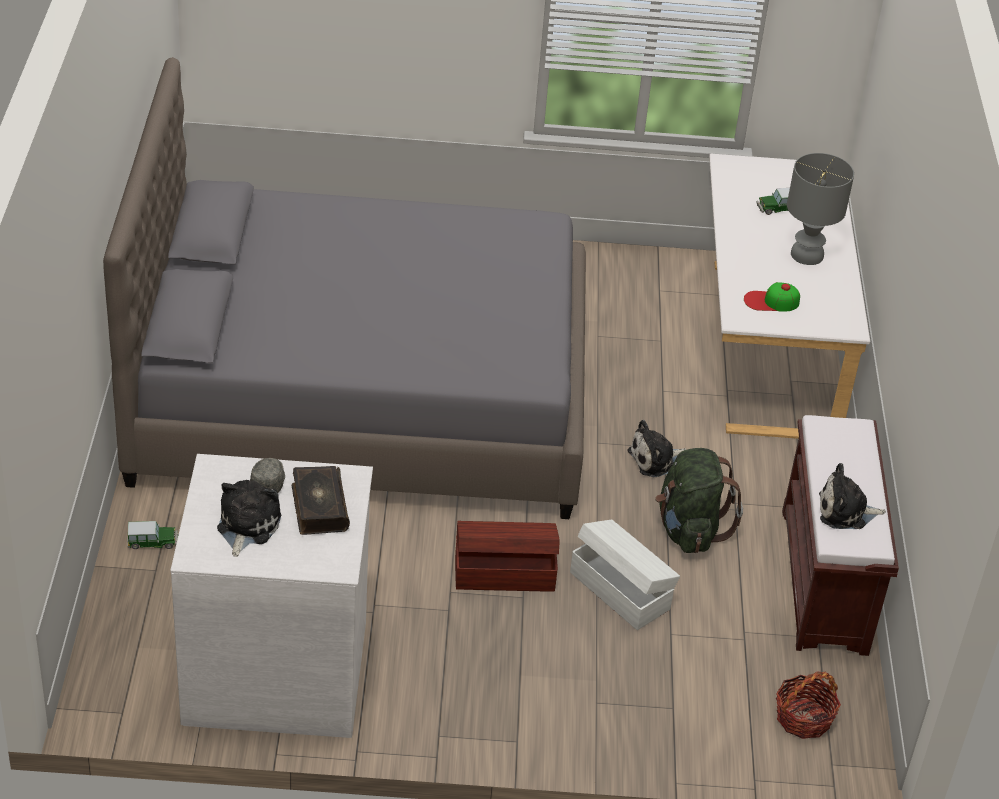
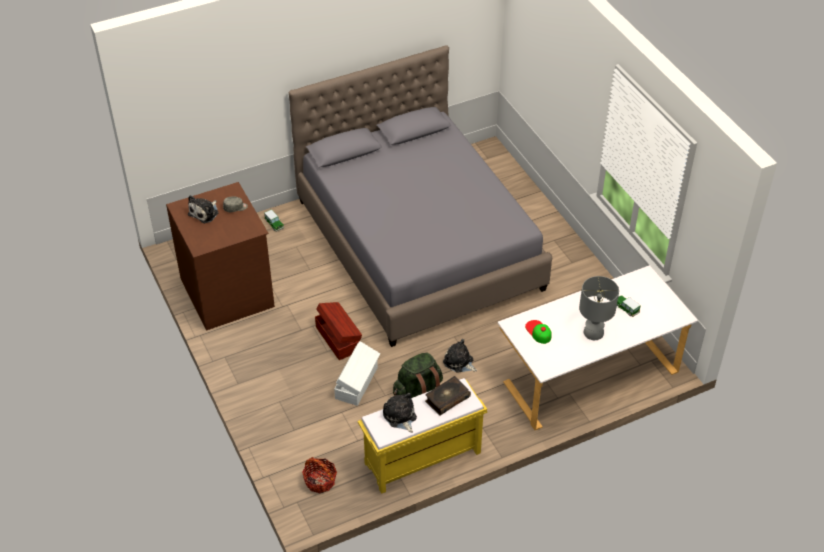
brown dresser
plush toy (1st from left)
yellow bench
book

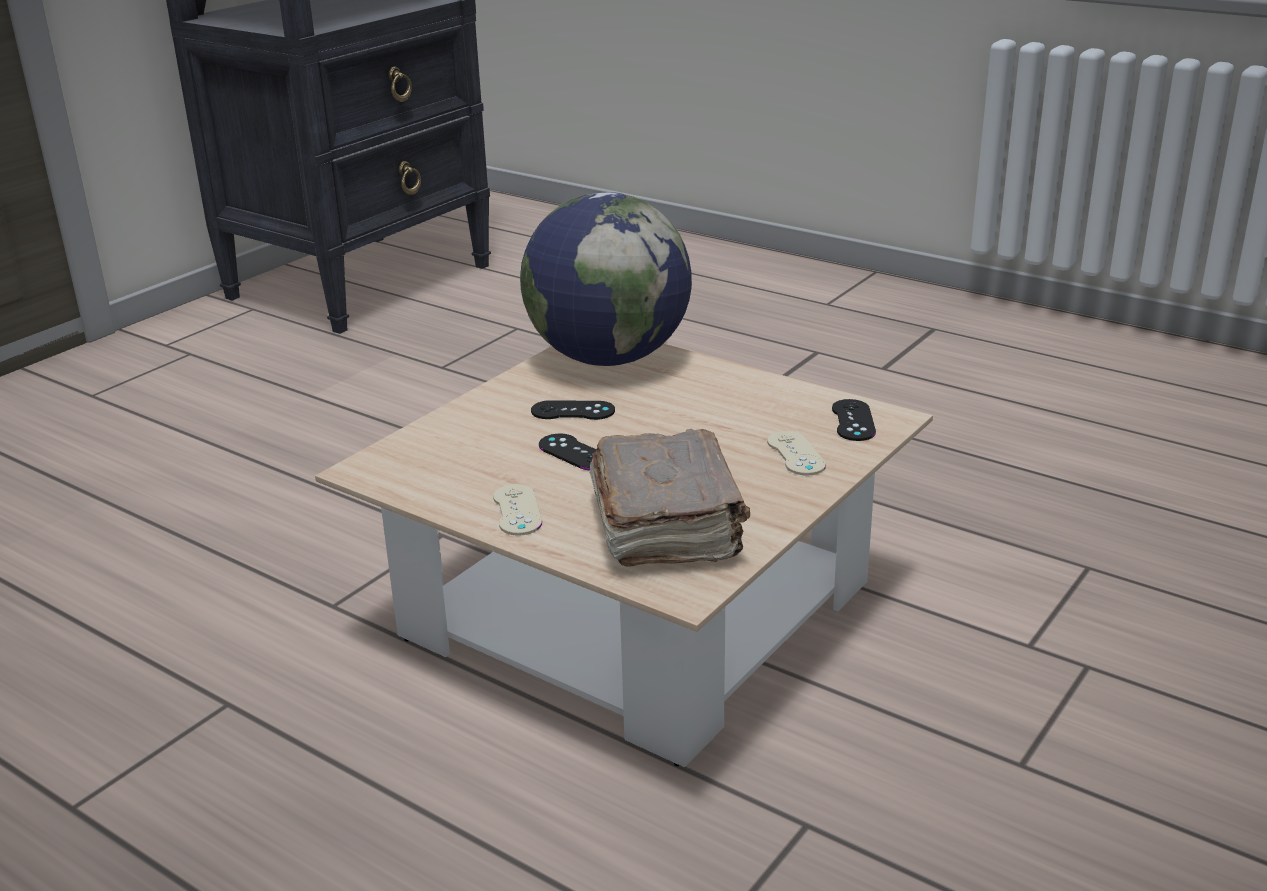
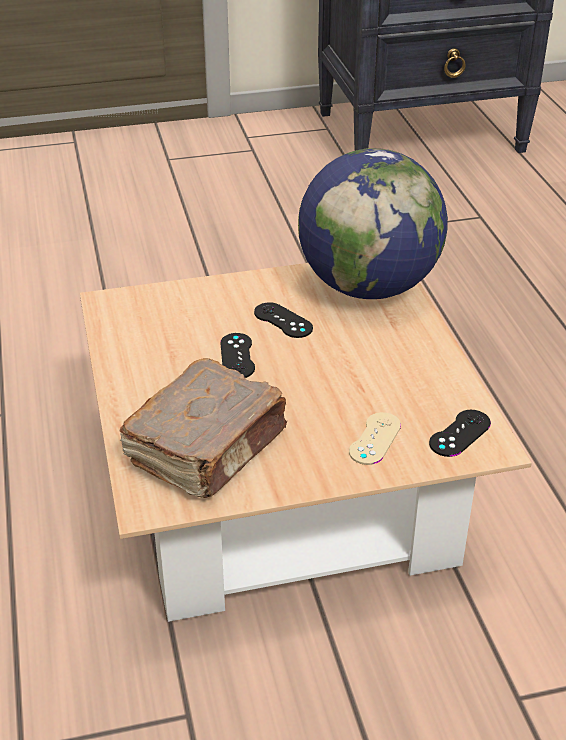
beige game controller (1st from left in the first image)

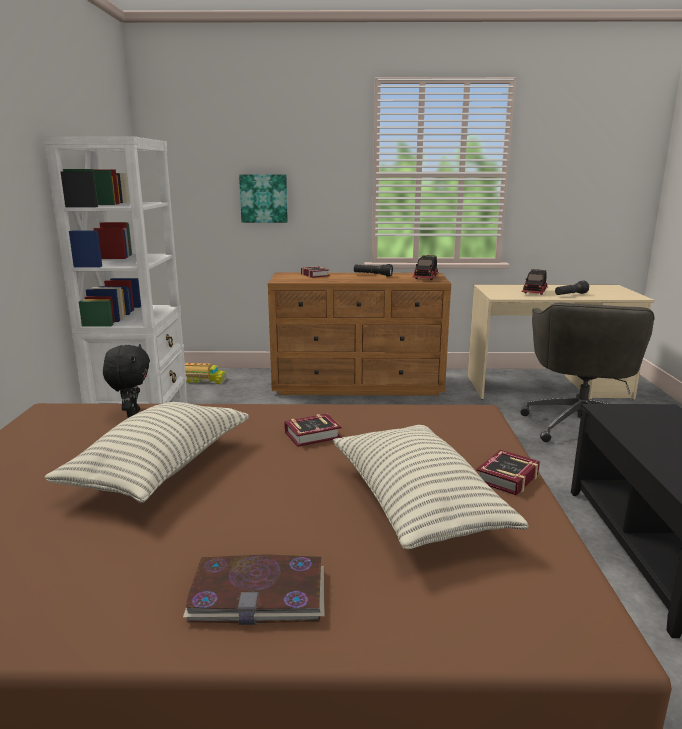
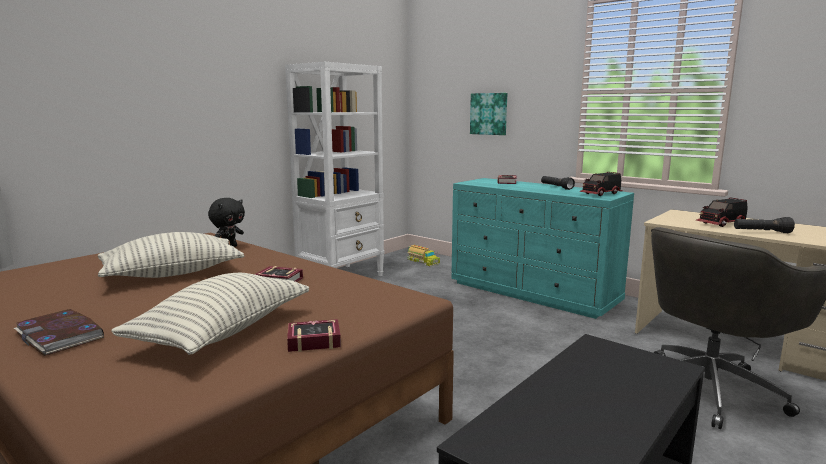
turquoise dresser

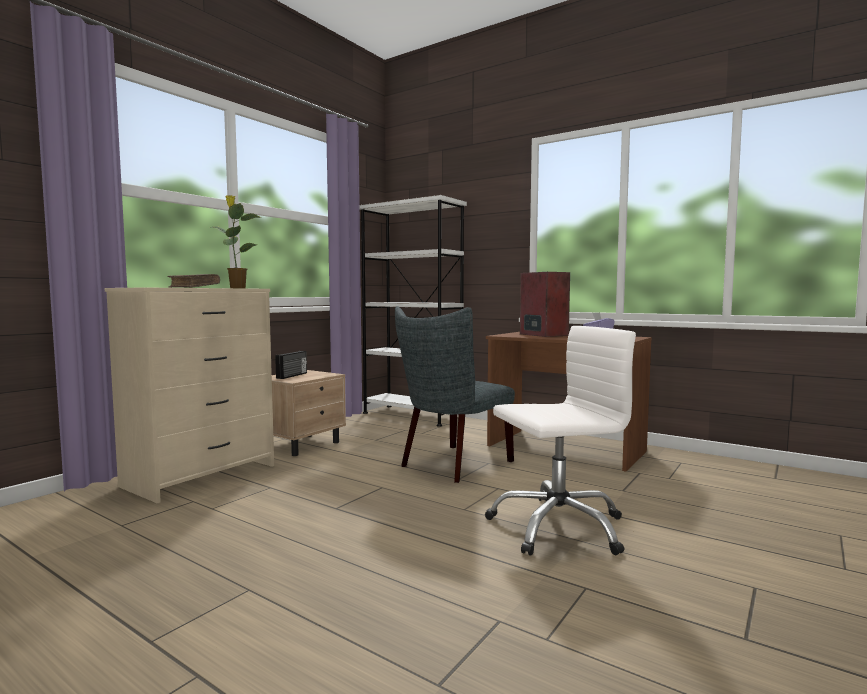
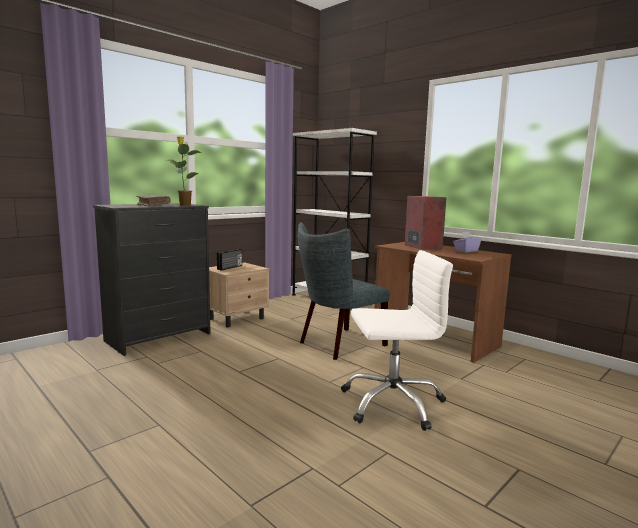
black dresser

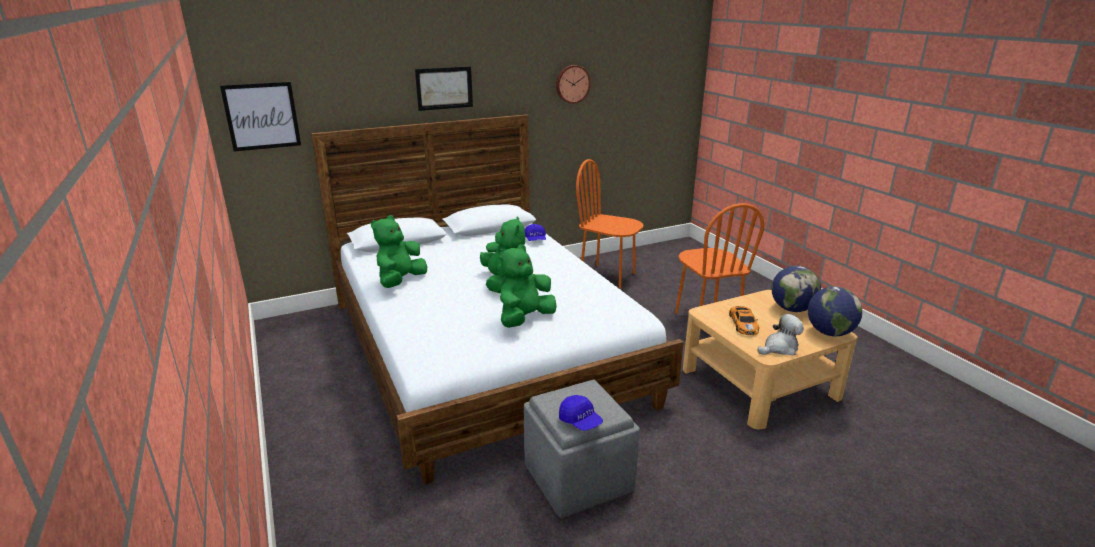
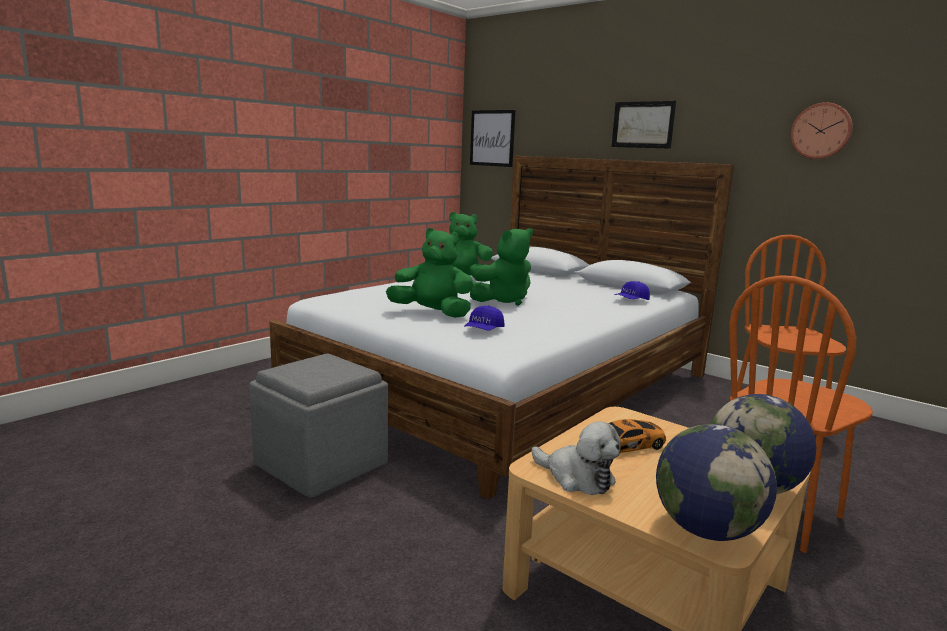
blue cap (1st from left)

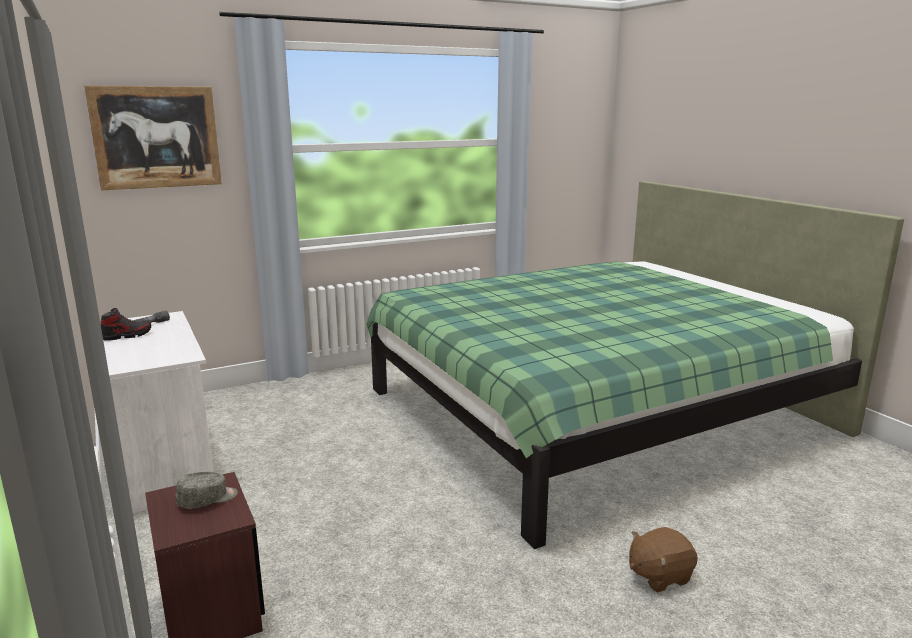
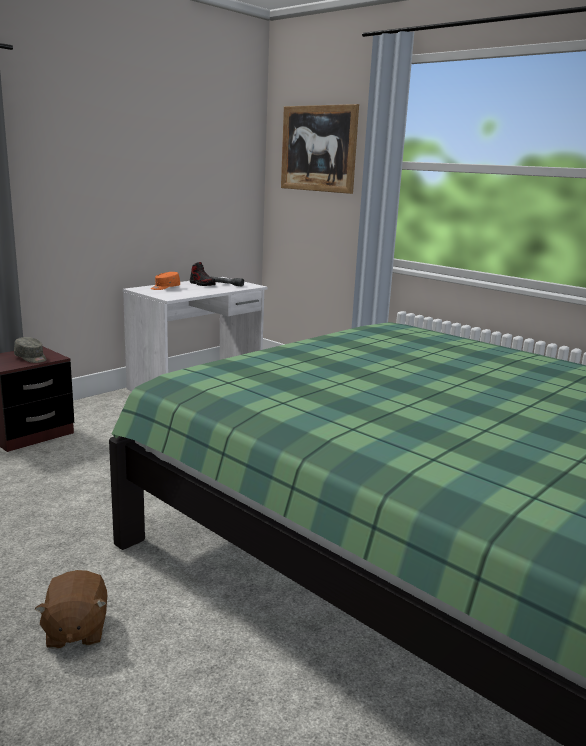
brown plush toy
orange cap

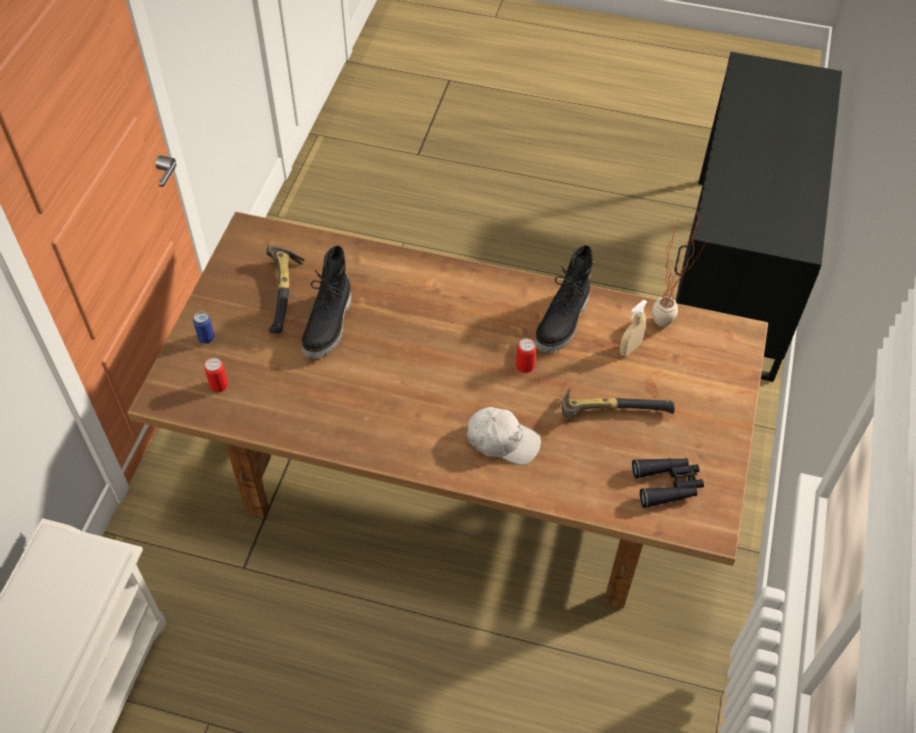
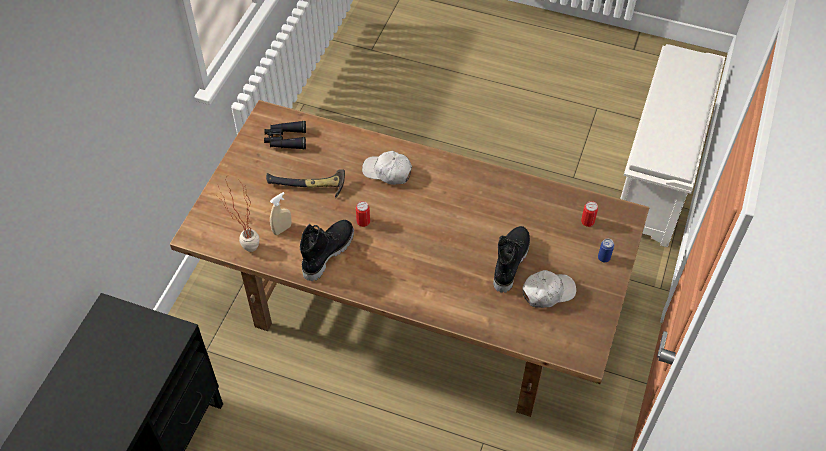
white cap (2nd from left)

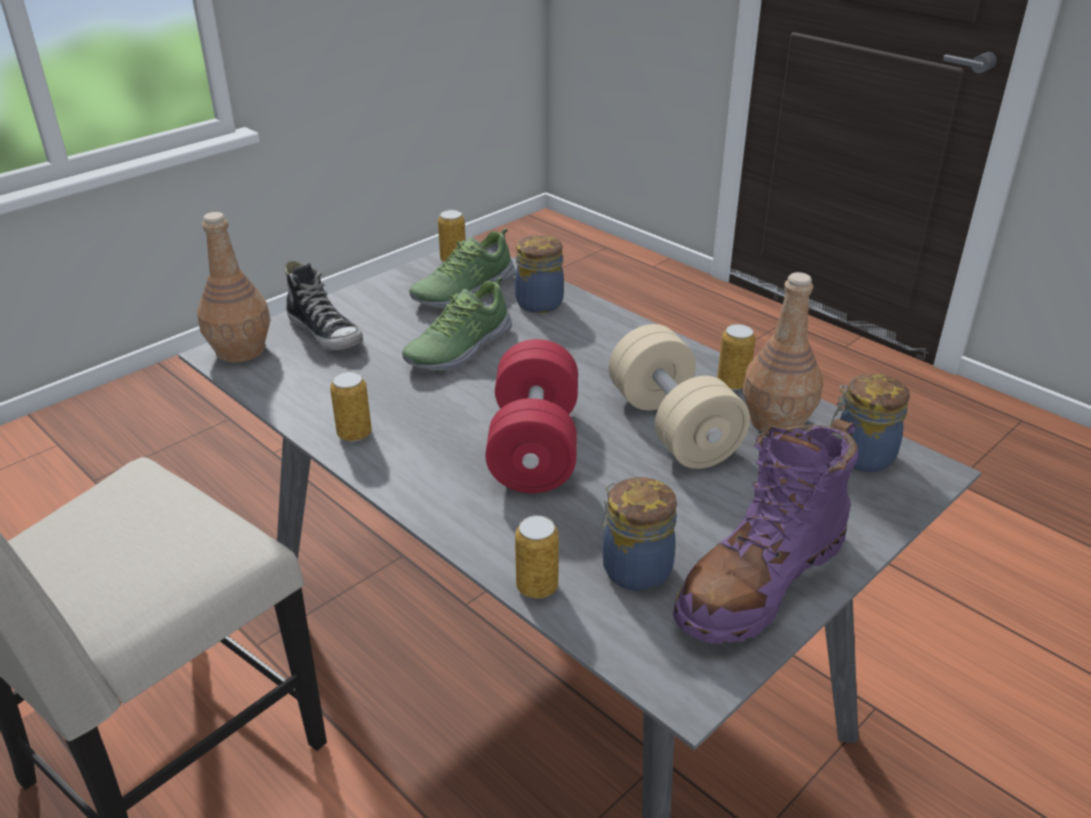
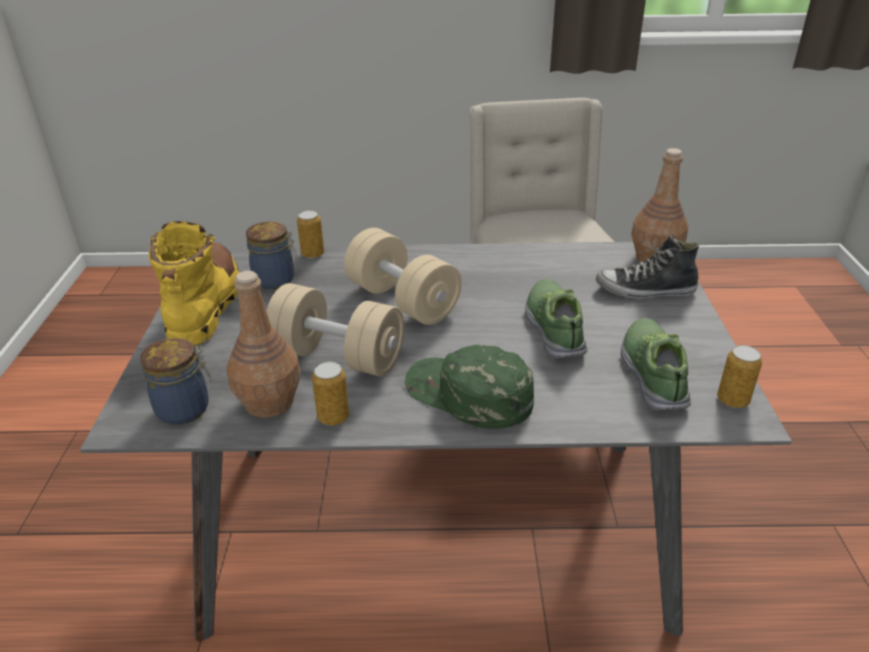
yellow boot
beige dumbbell (2nd from left)
green cap
can (1st from left in the first image)
jar (1st from left in the first image)

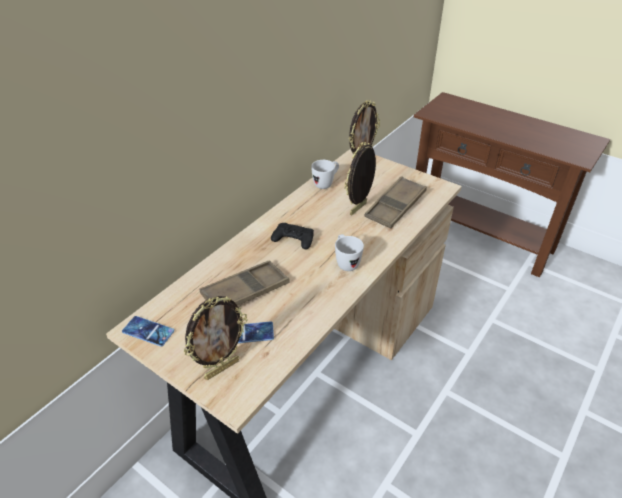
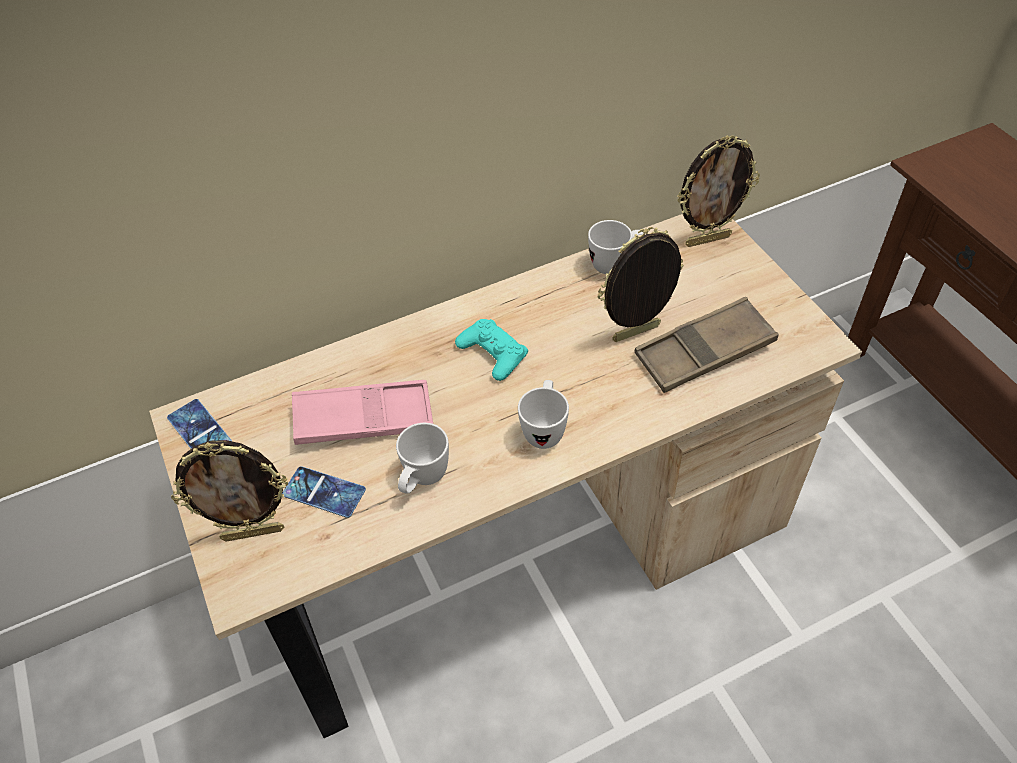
pink tray
white mug (1st from left)
turquoise game controller

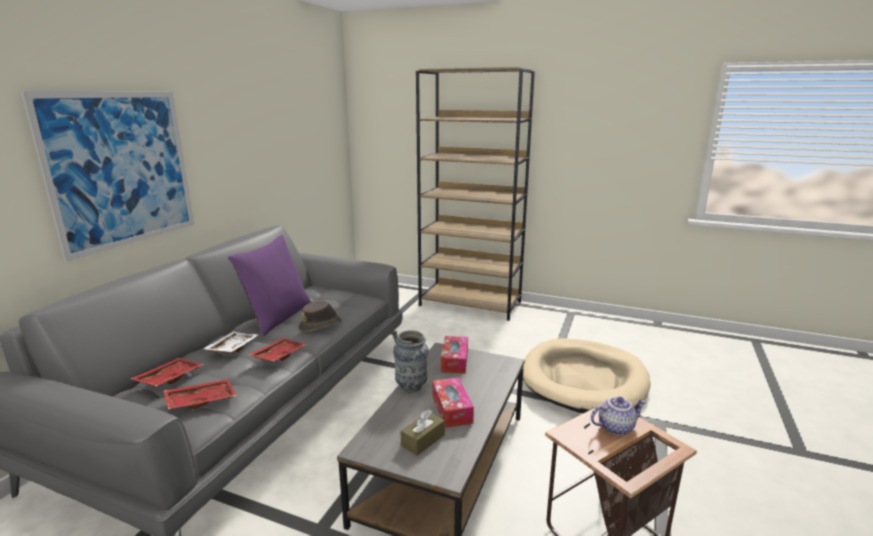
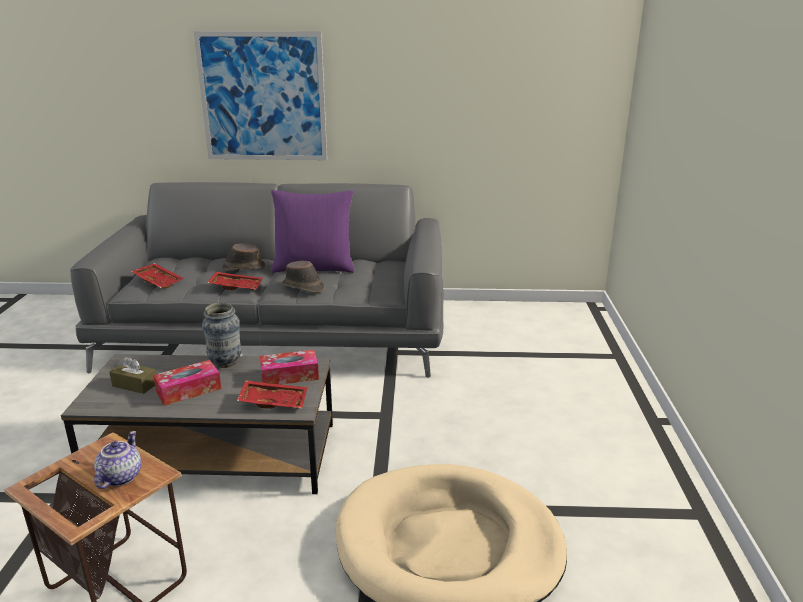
teapot
brown hat (1st from left)
red tray (3rd from left)
brown bookcase

